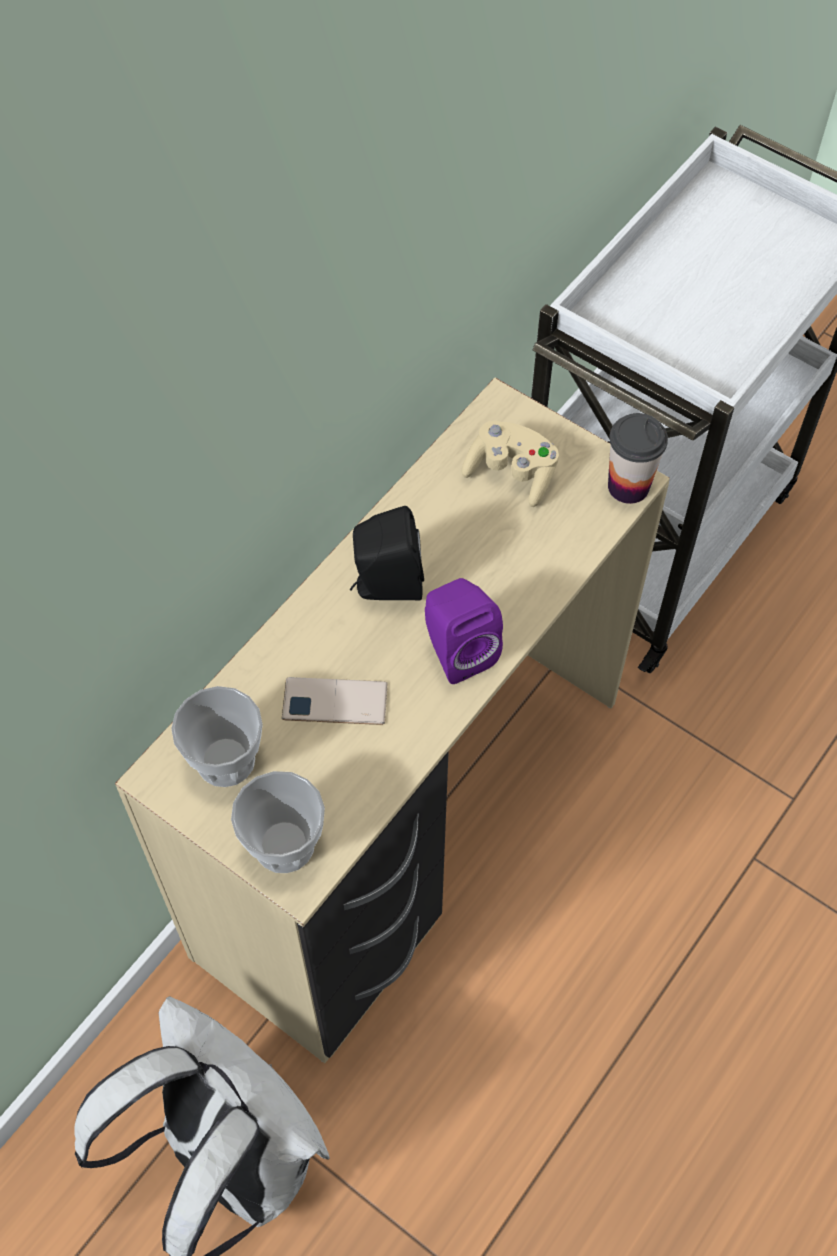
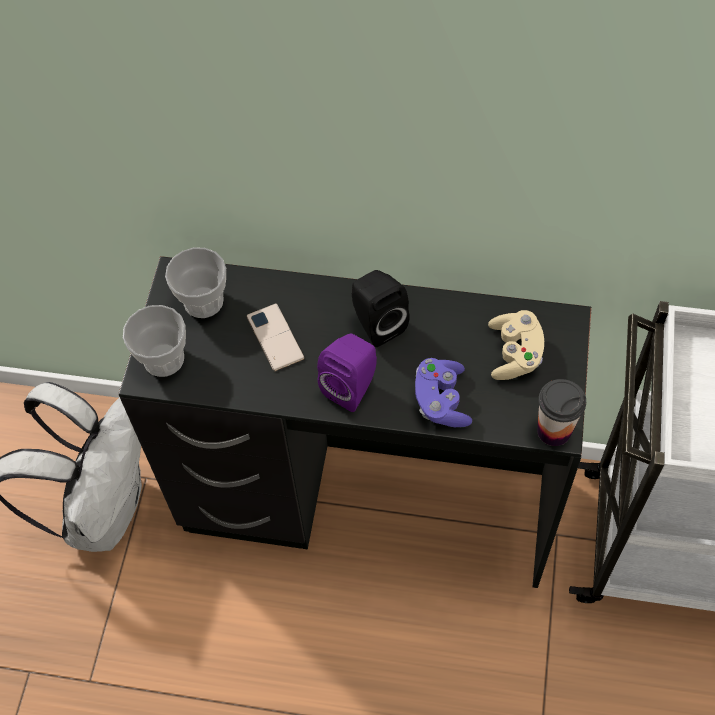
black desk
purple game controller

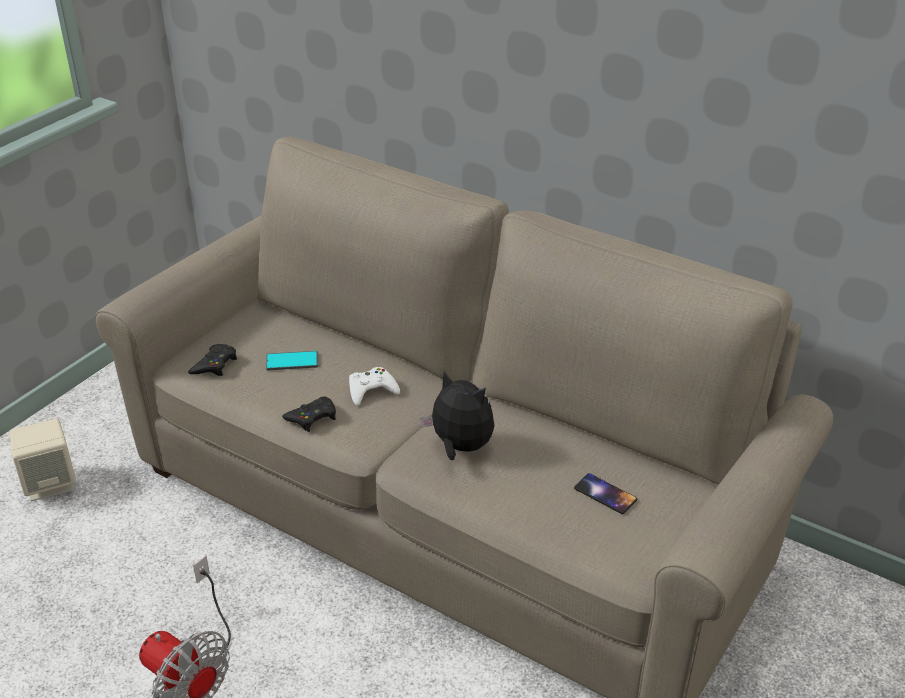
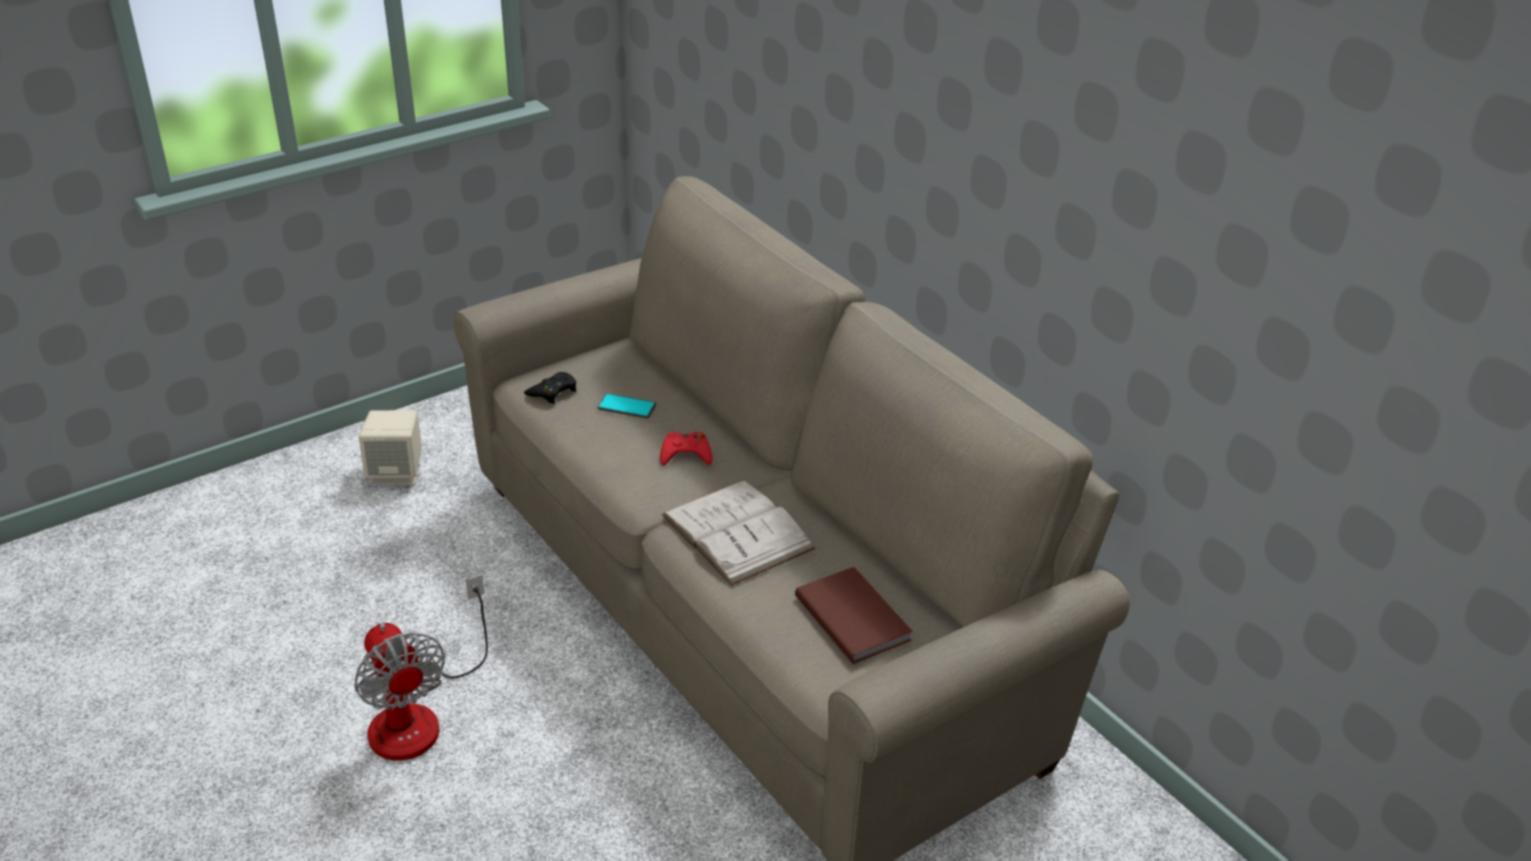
red game controller
white book
brown book
black game controller (2nd from left in the first image)

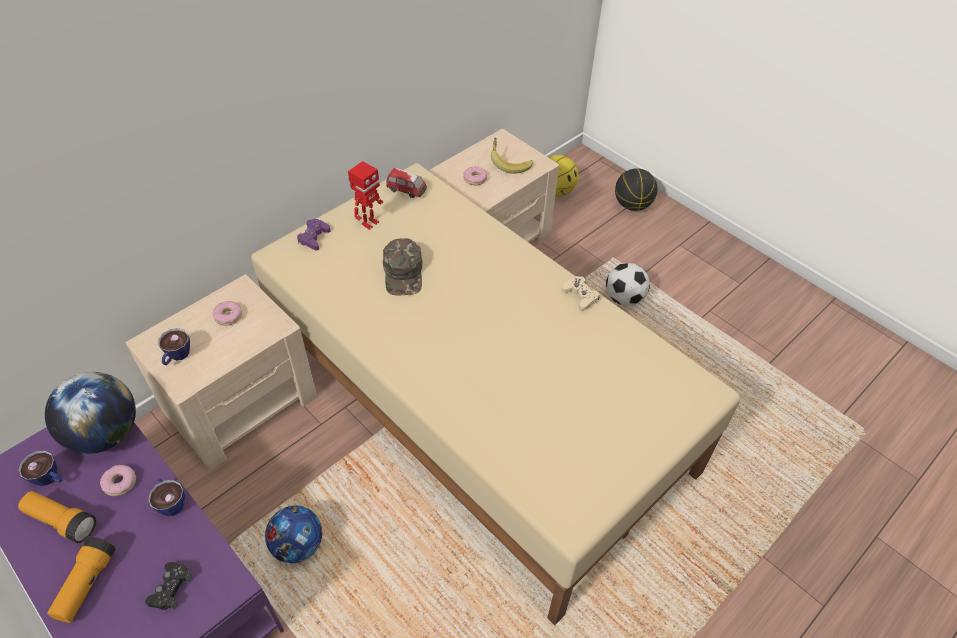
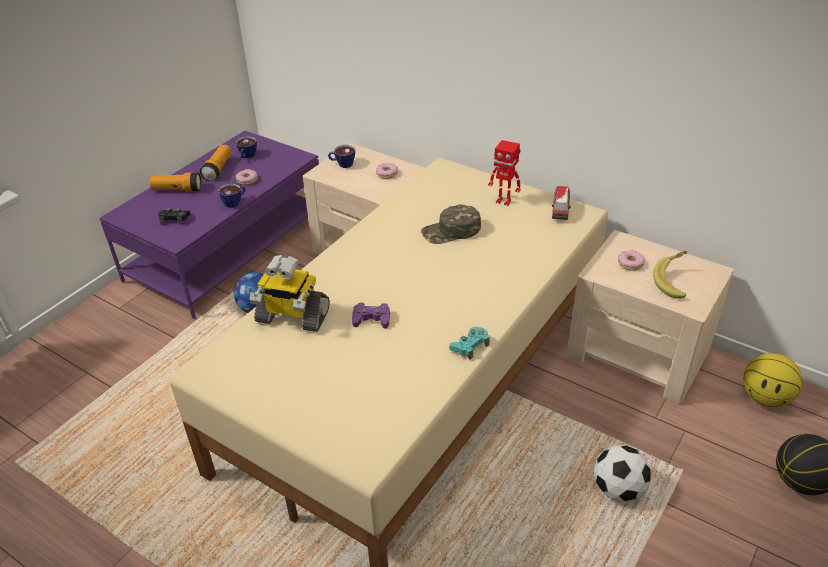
toy robot (1st from left)
purple game controller
turquoise game controller
globe

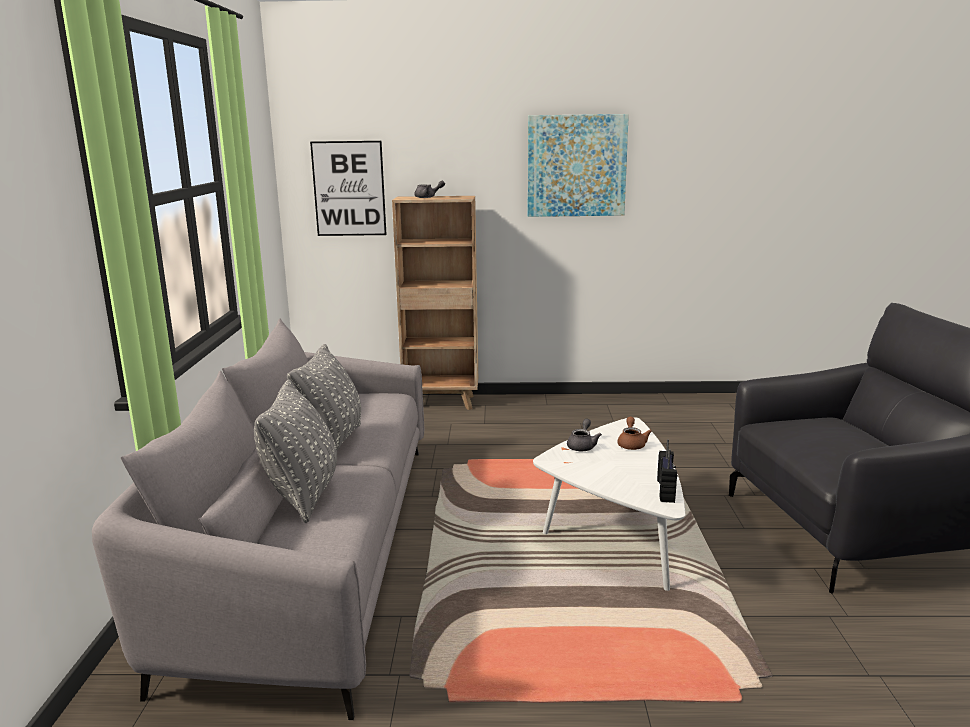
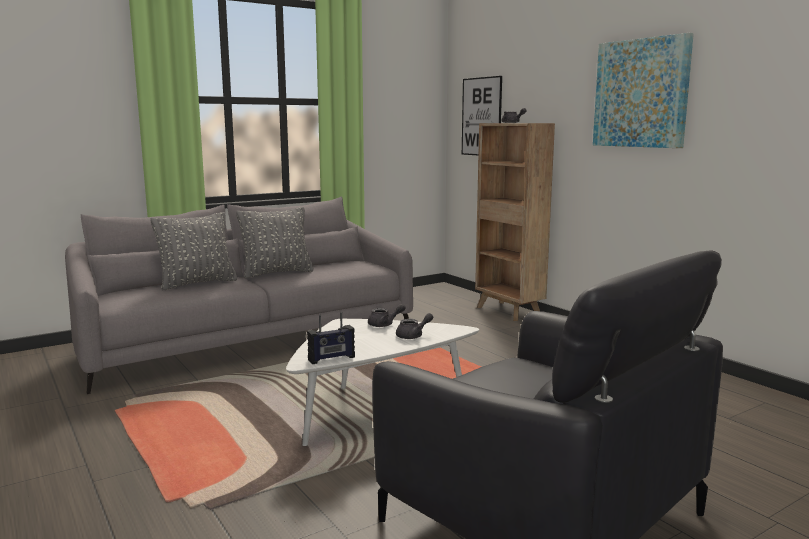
grey teapot (2nd from left)

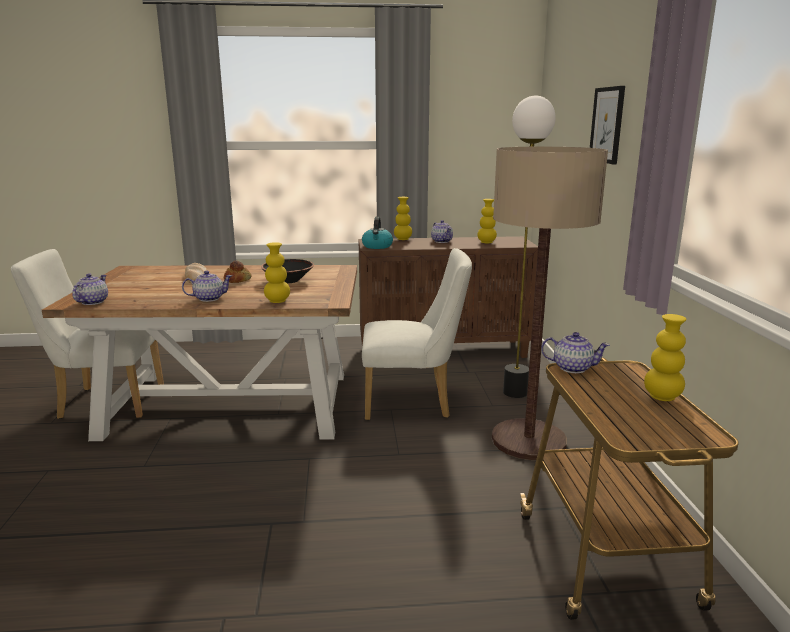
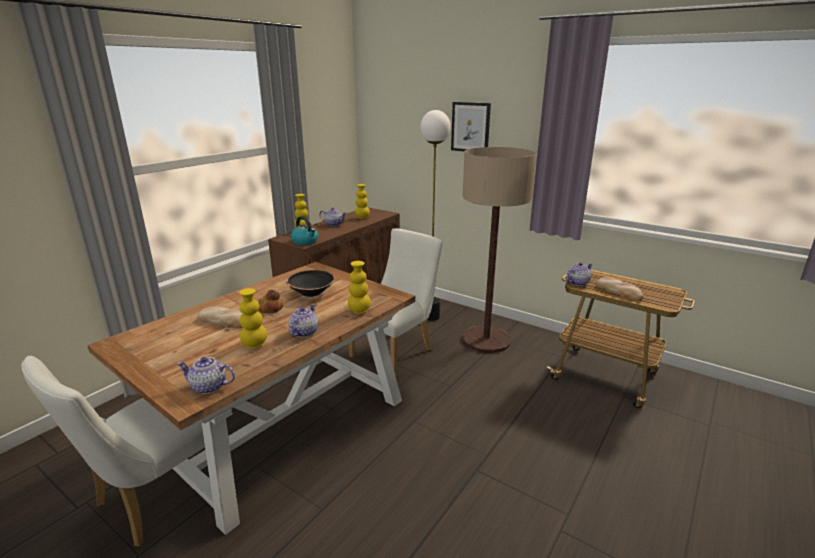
teapot (1st from left)
yellow vase (1st from left)
bread (3rd from left)

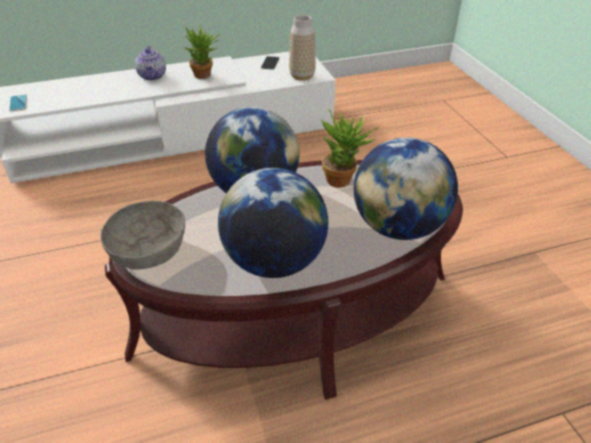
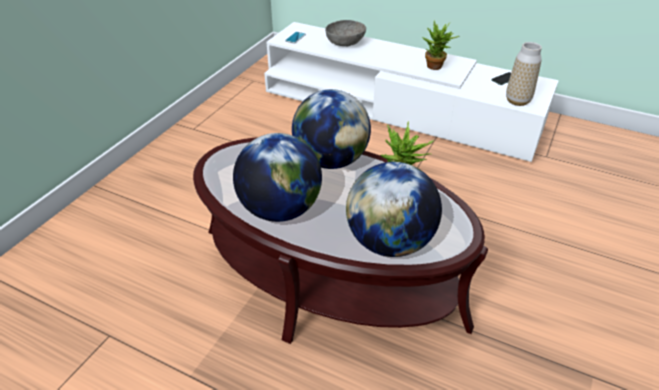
grey bowl
teapot

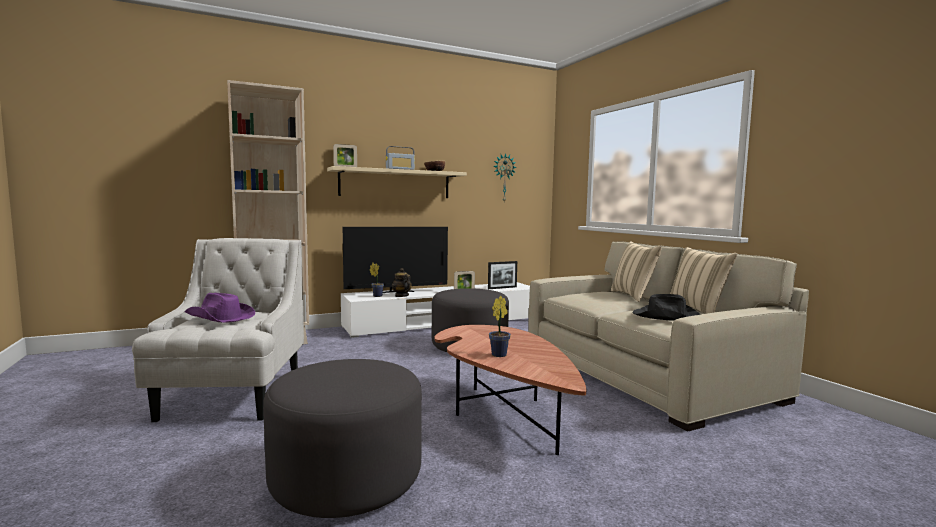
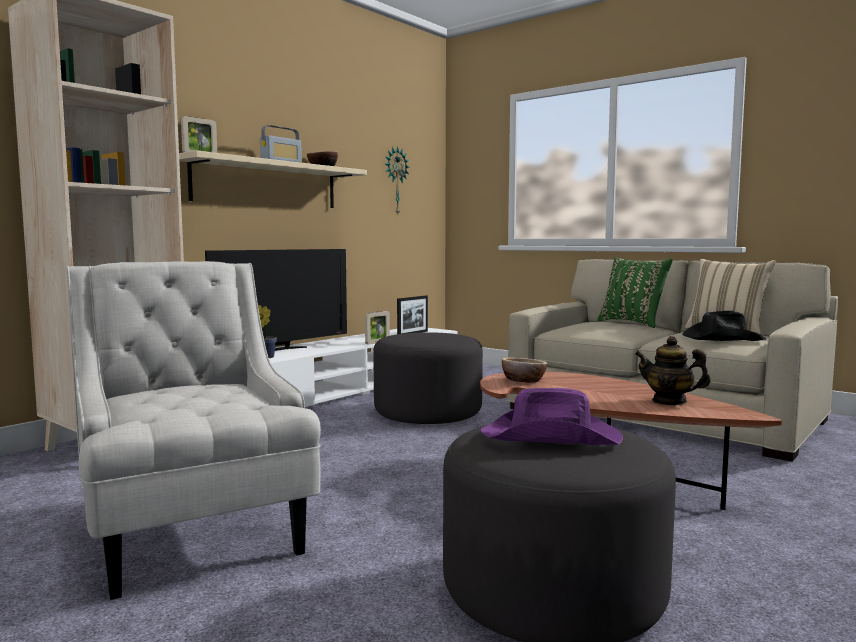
purple hat
bowl (2nd from left)
green pillow
teapot
potted plant (2nd from left in the first image)

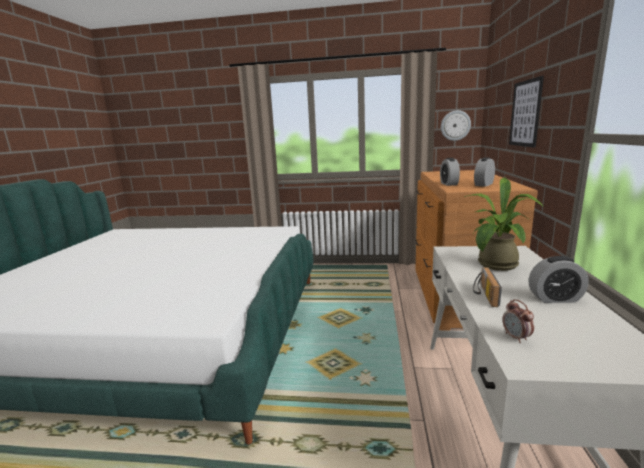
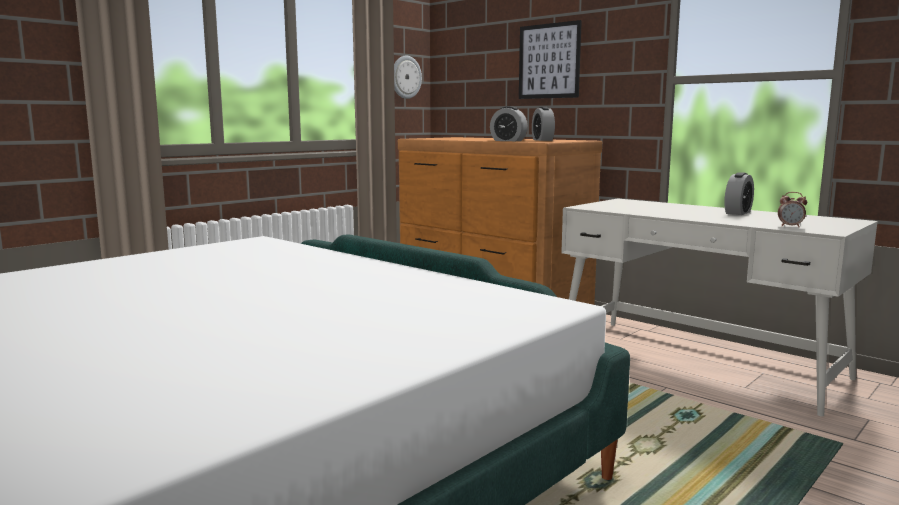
potted plant
radio

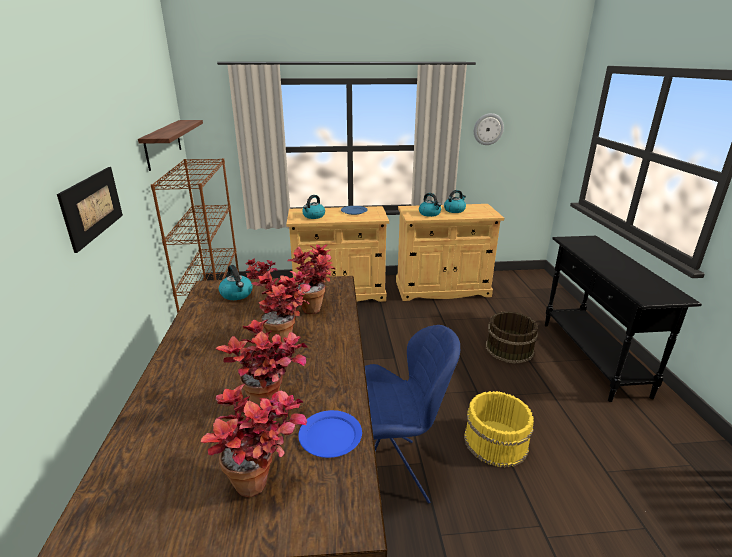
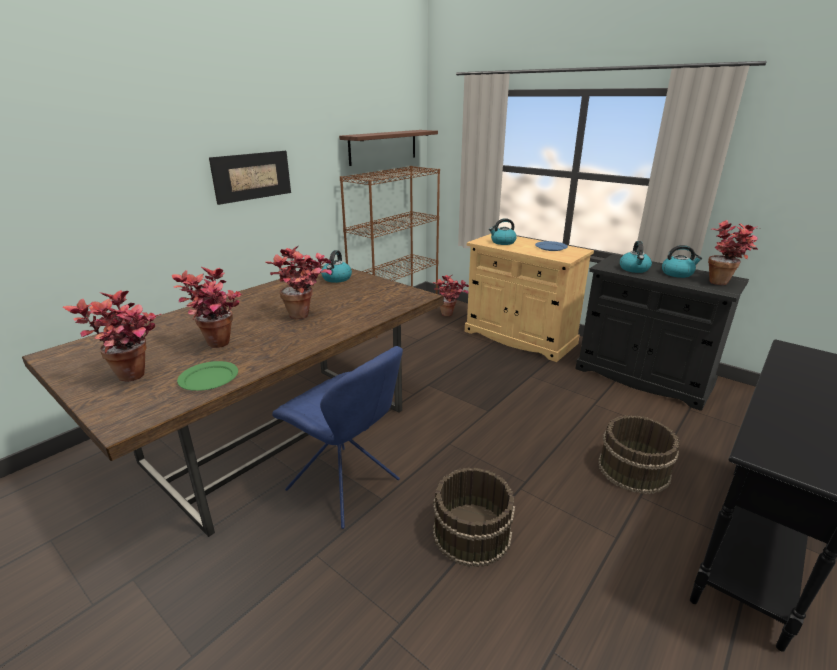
green plate
brown bucket (1st from left)
black cabinet
potted plant (5th from left)
wall clock

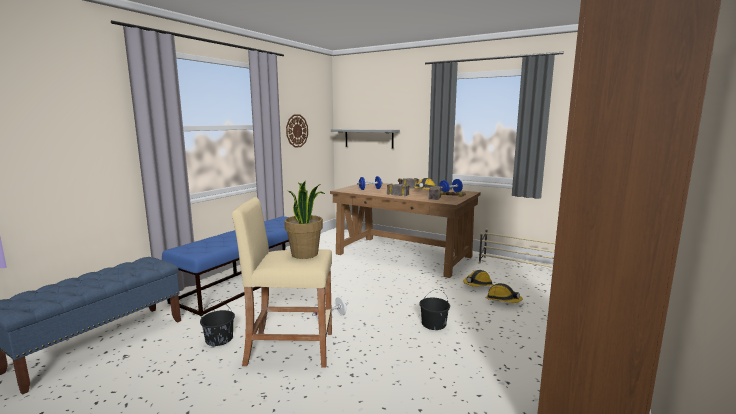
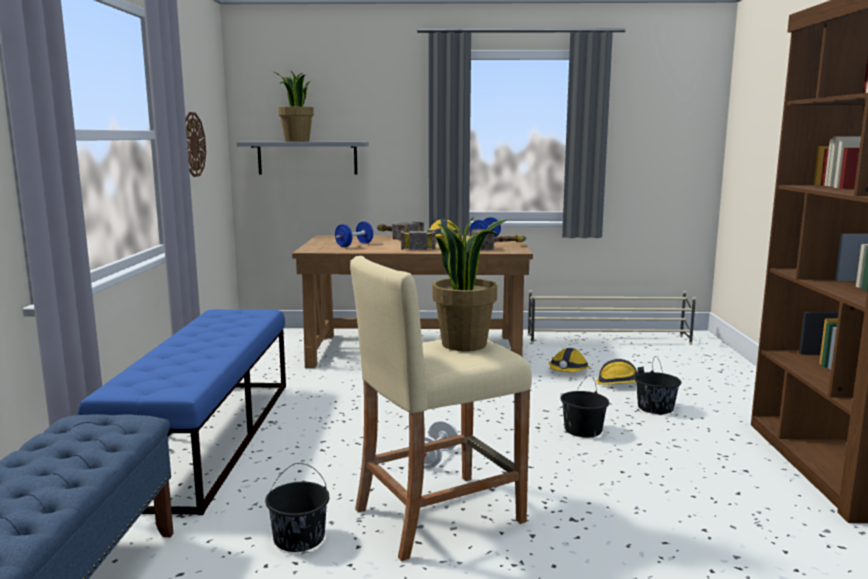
potted plant (1st from left)
black bucket (3rd from left)

